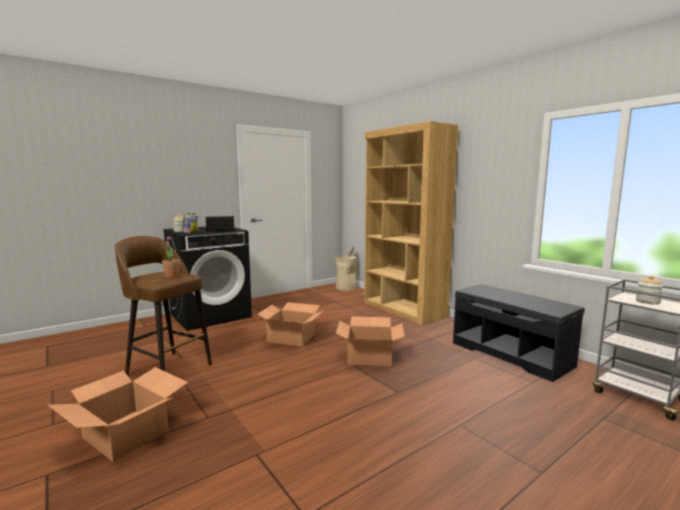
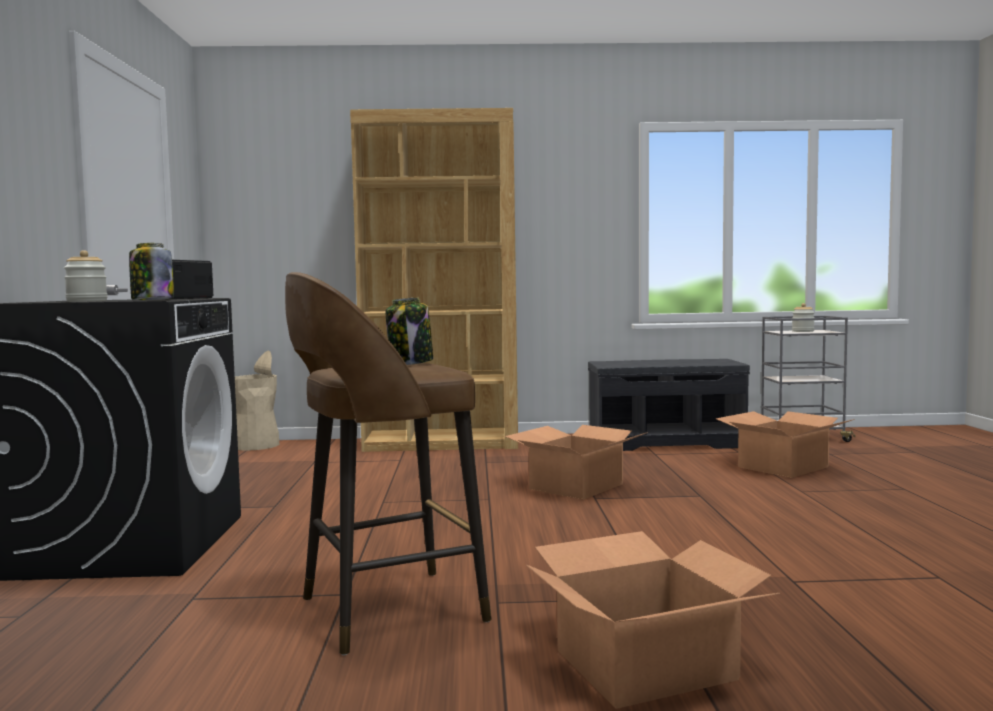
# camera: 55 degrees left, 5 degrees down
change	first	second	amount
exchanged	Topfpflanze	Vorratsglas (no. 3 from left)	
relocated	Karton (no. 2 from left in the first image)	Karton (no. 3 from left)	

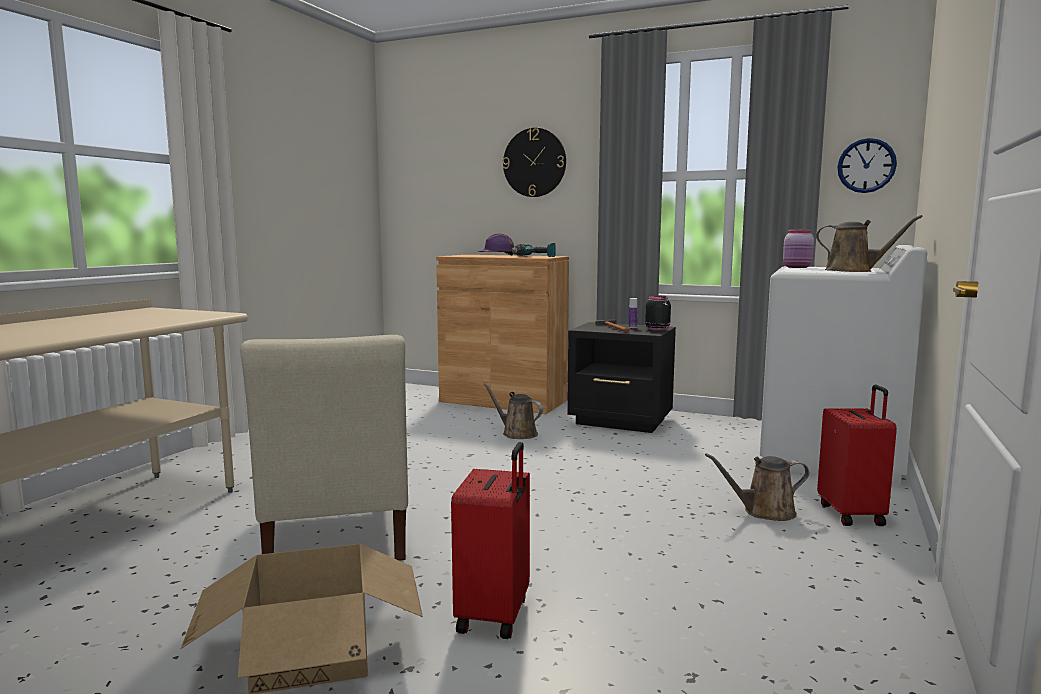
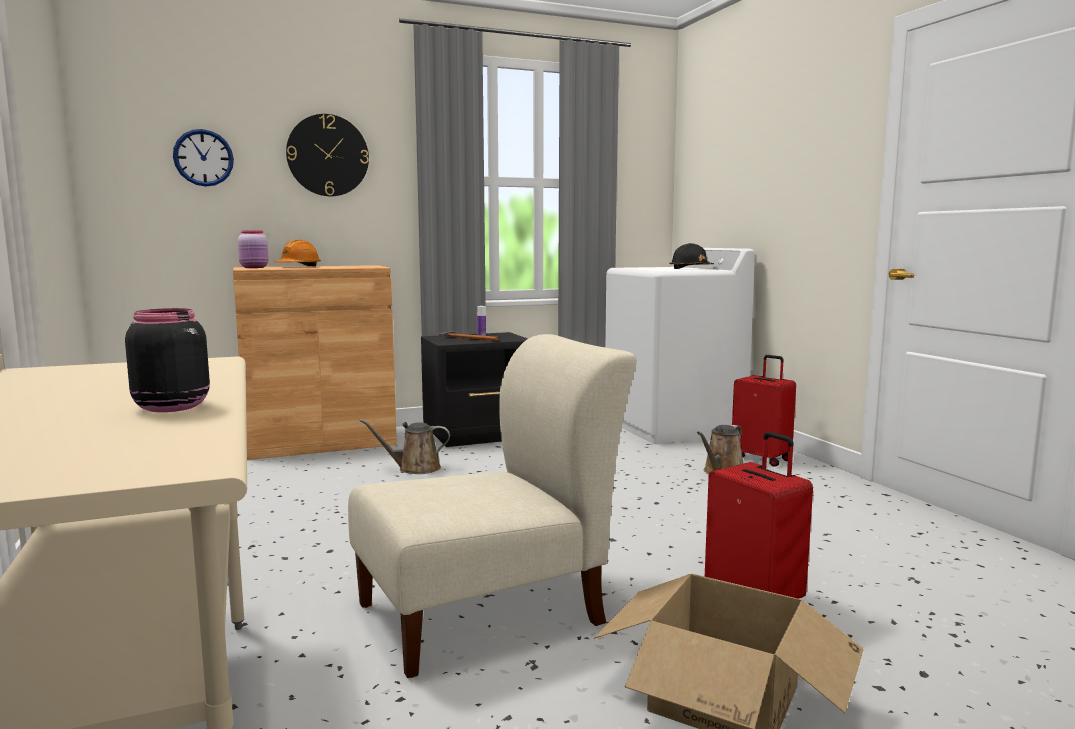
# camera: 45 degrees left, 0 degrees up
change	first	second	amount
spun	Stuhl (beige)		60 degrees counterclockwise
colour	Schutzhelm (lila)	Schutzhelm (orange)	
missing	Bohrmaschine		
relocated	Vorratsglas (schwarz)		
relocated	Vorratsglas (rosa)		
exchanged	Gießkanne (braun) (no. 3 from left)	Schutzhelm (schwarz)	
relocated	Wanduhr (no. 2 from left in the first image)	Wanduhr (no. 1 from left)	

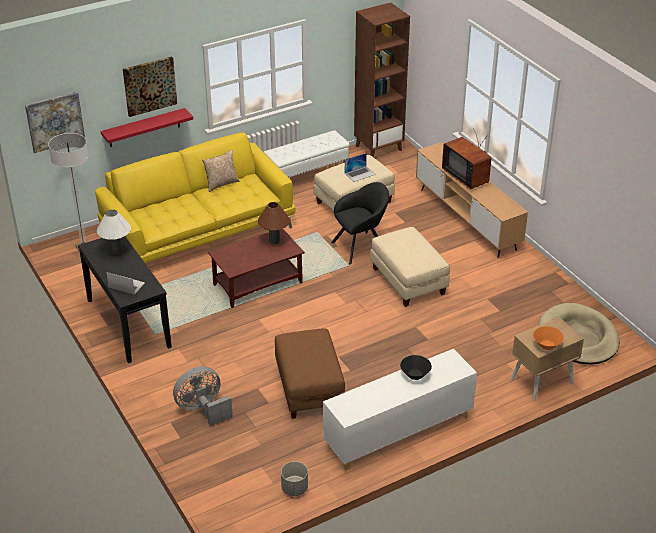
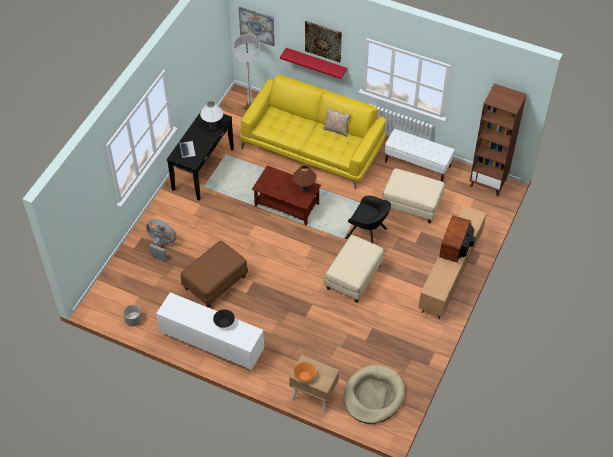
# camera: 55 degrees right, 15 degrees up
change	first	second	amount
missing	Laptop (no. 2 from left)		

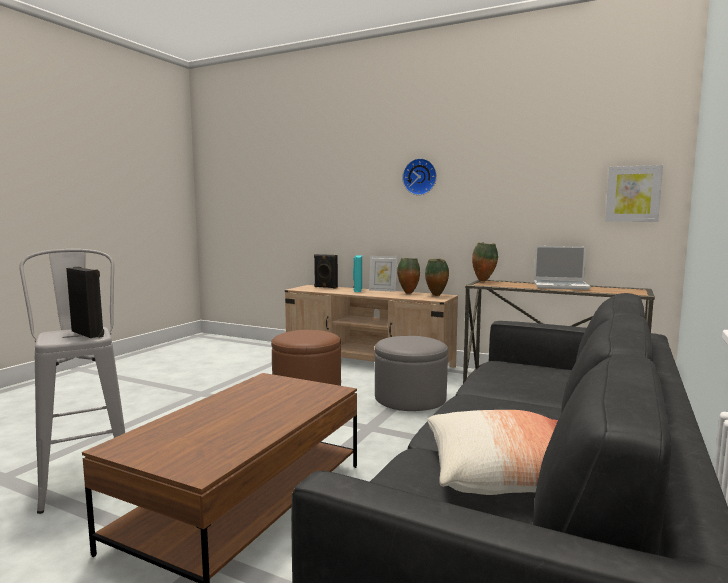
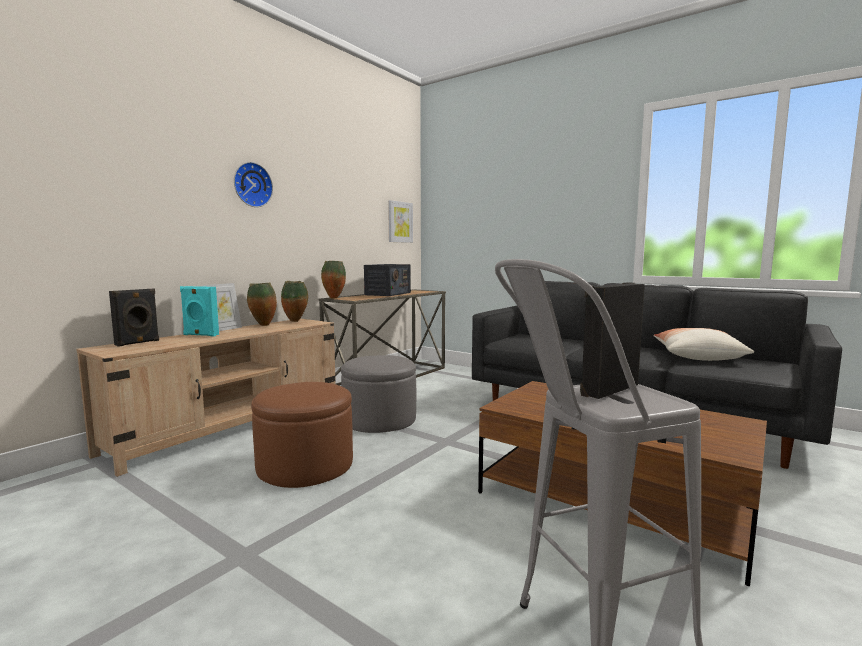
# camera: 80 degrees left, 0 degrees up
change	first	second	amount
exchanged	Laptop	Radio	

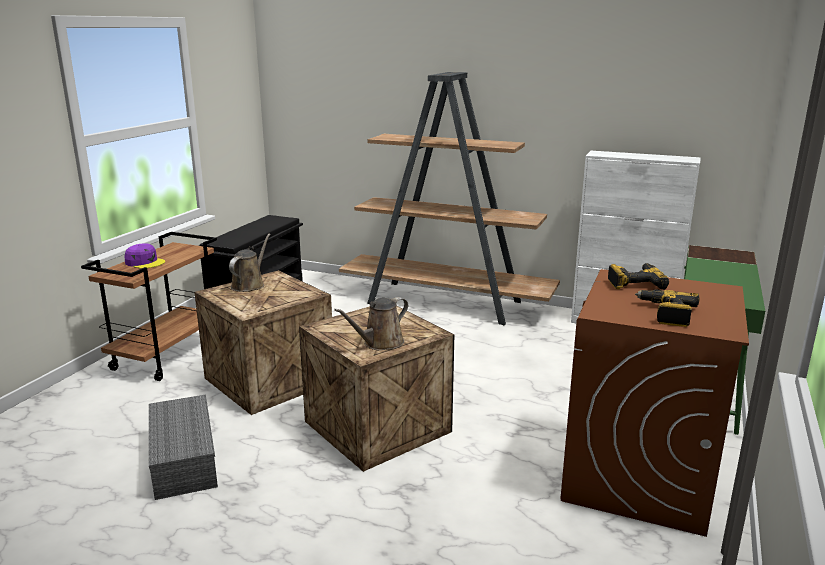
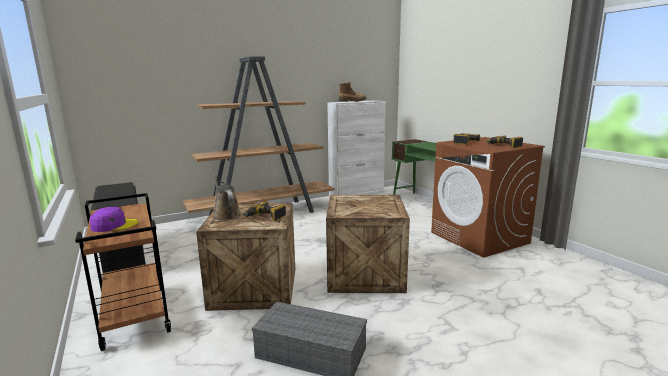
# camera: 50 degrees left, 5 degrees down
change	first	second	amount
missing	Gießkanne (braun) (no. 2 from left)		
appeared		Bohrmaschine (no. 1 from left)	
appeared		Stiefel	

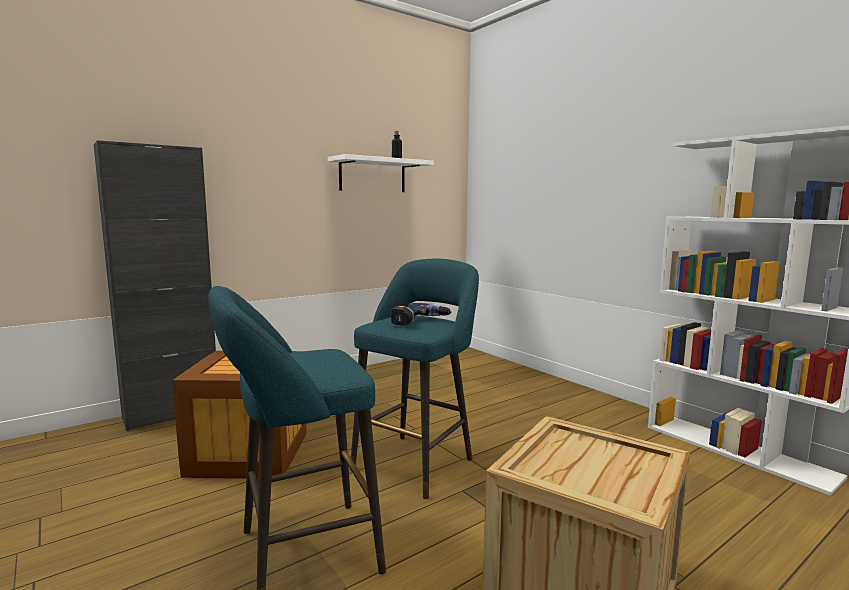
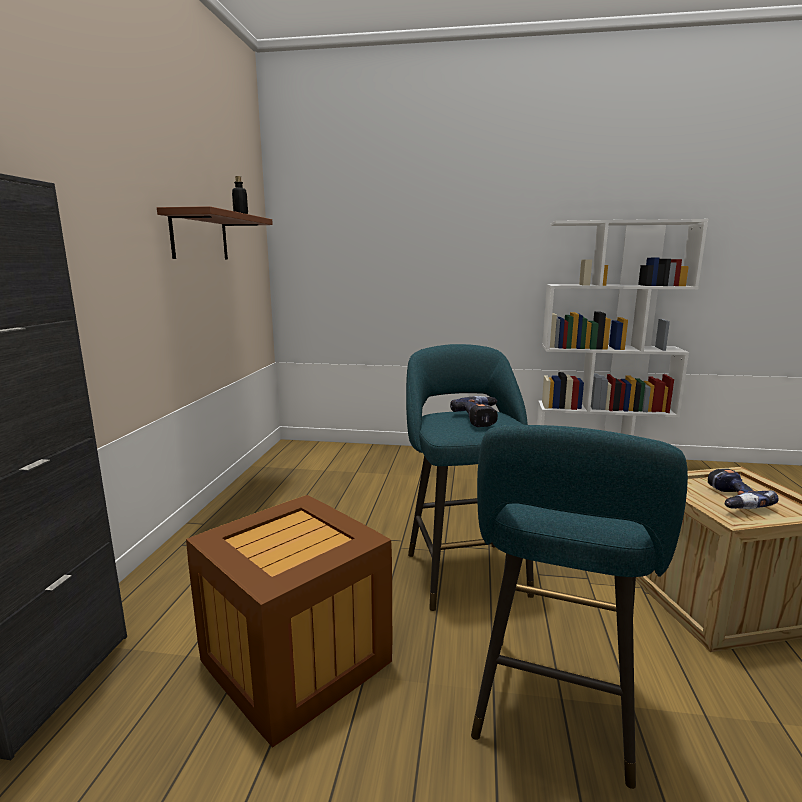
# camera: 45 degrees left, 5 degrees up
change	first	second	amount
colour	Wandregal (weiß)	Wandregal (braun)	
appeared		Bohrmaschine (no. 2 from left)	

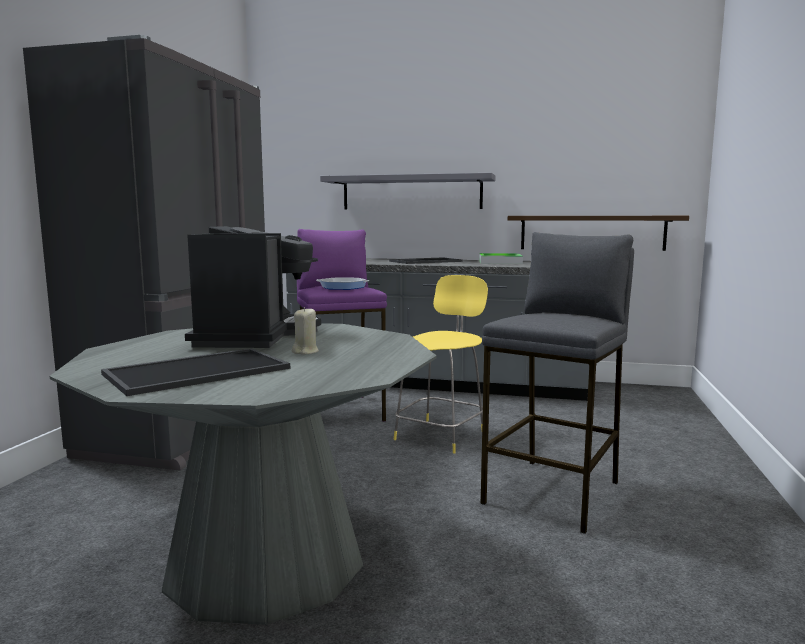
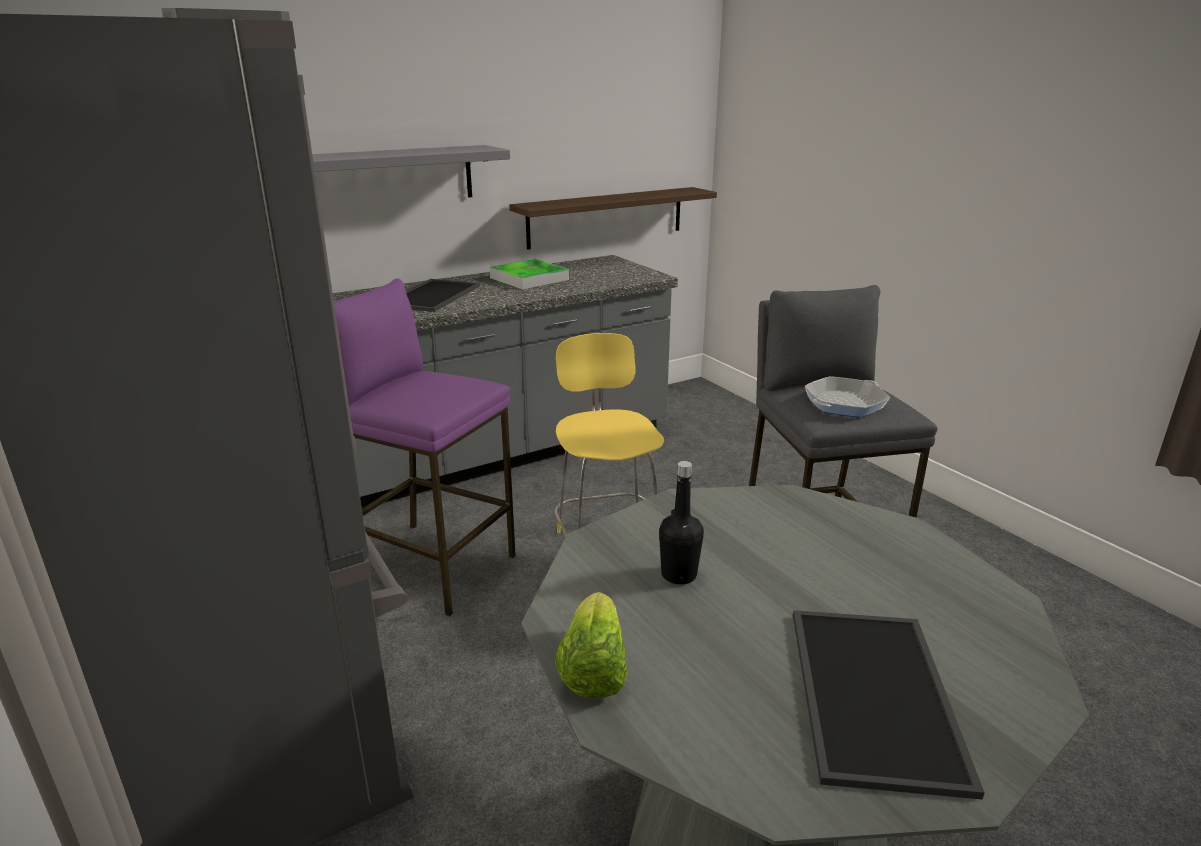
# camera: 45 degrees left, 15 degrees up
change	first	second	amount
exchanged	Kaffeemaschine	Flasche (schwarz)	
missing	Kerze (beige)		
relocated	Pfanne		
appeared		Salatkopf	

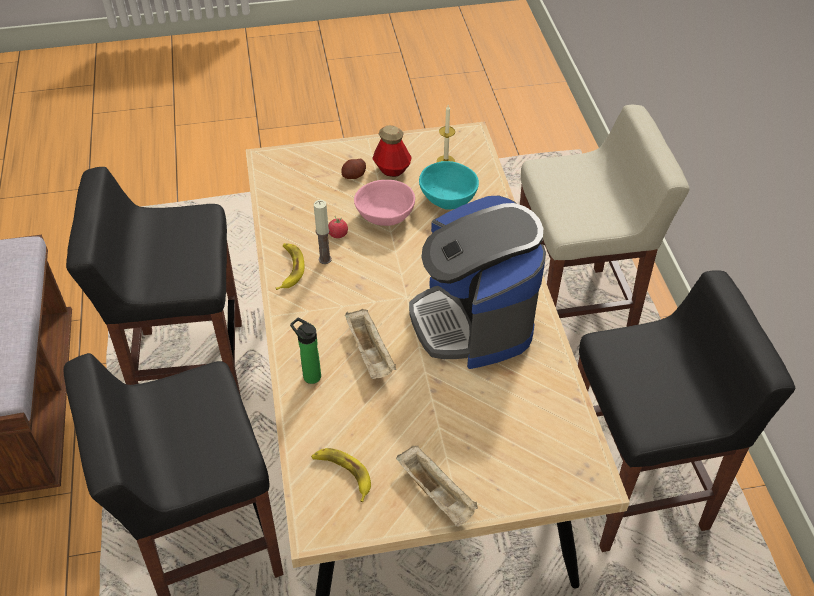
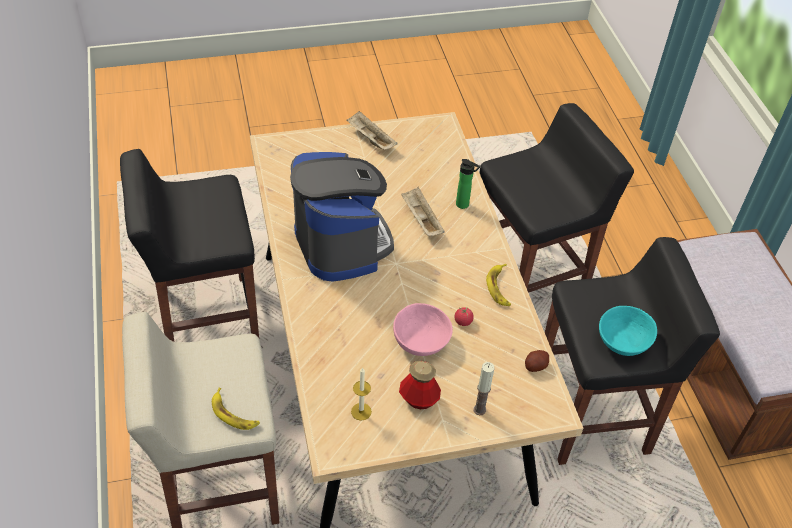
# camera: 175 degrees right, 0 degrees up
change	first	second	amount
relocated	Banane (no. 2 from left in the first image)	Banane (no. 1 from left)	
relocated	Kerze (no. 1 from left in the first image)	Kerze (no. 2 from left)	
relocated	Kartoffel		
relocated	Schüssel (türkis)		

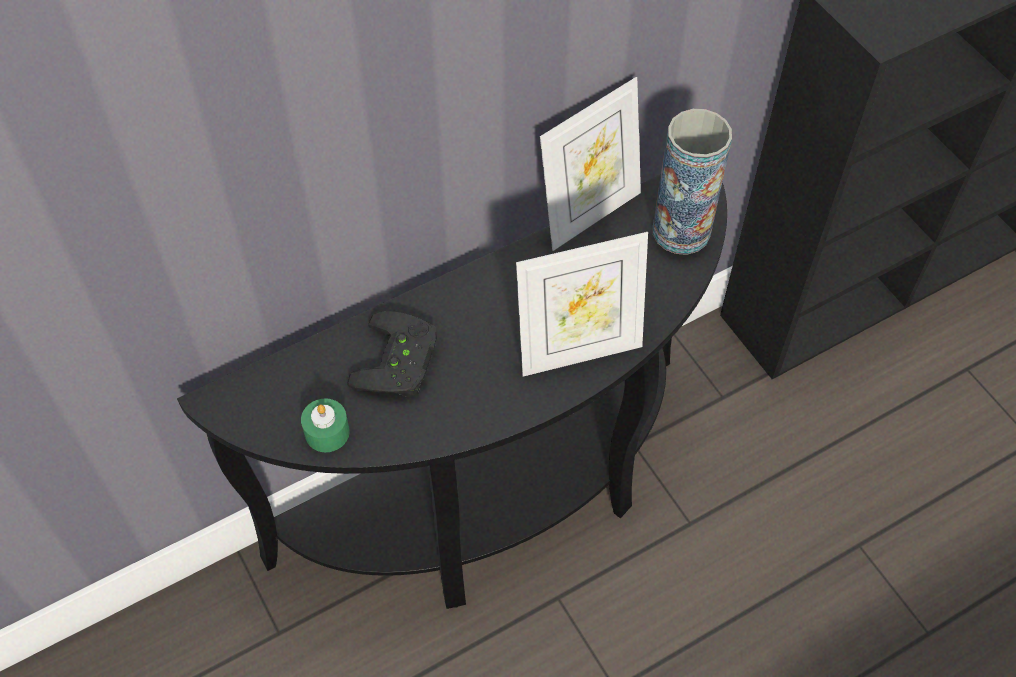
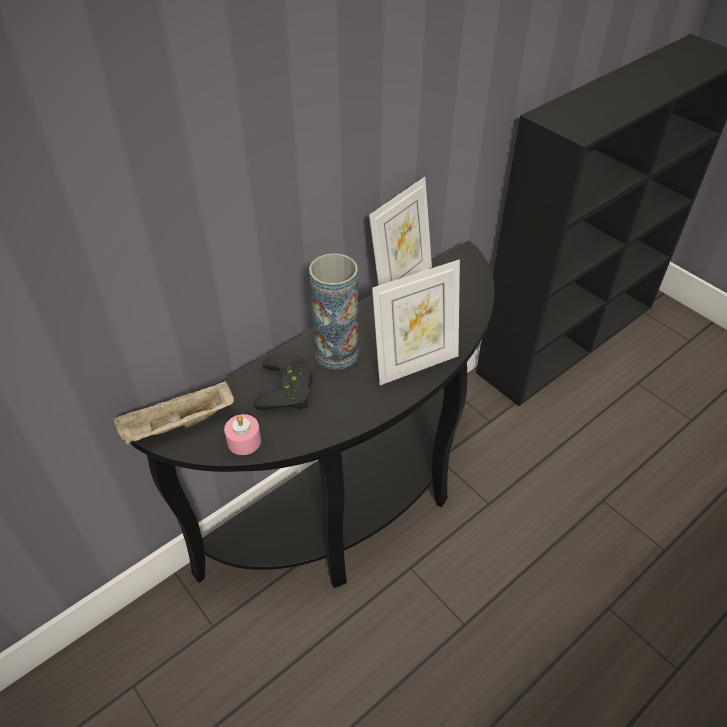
# camera: 10 degrees left, 10 degrees down
change	first	second	amount
colour	Kerze (grün)	Kerze (rosa)	
relocated	Vase		
appeared		Tablett (beige)	

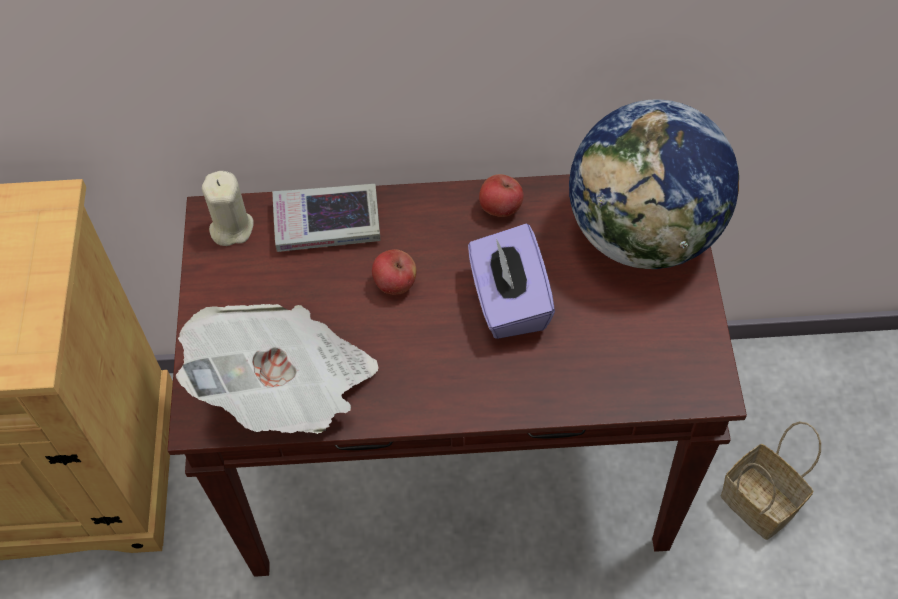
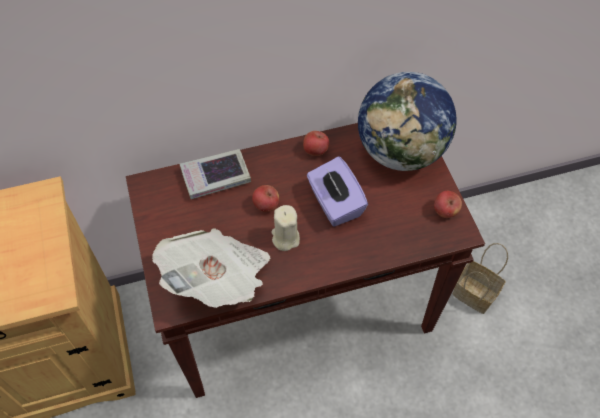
# camera: 15 degrees left, 0 degrees up
change	first	second	amount
relocated	Kerze (beige)		
appeared		Apfel (no. 3 from left)	

